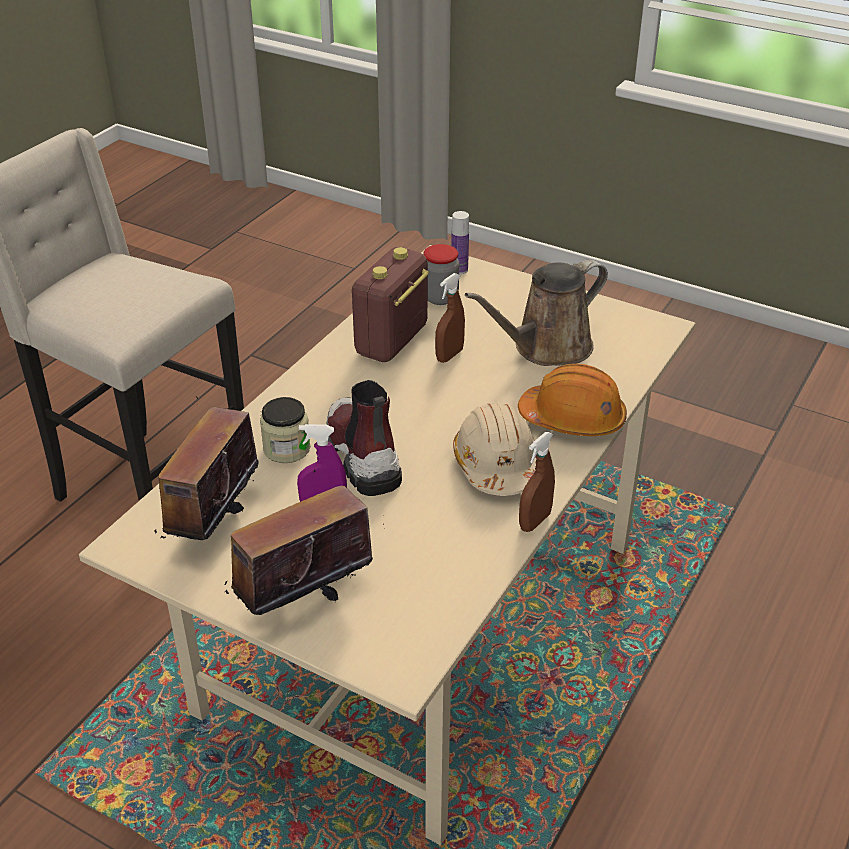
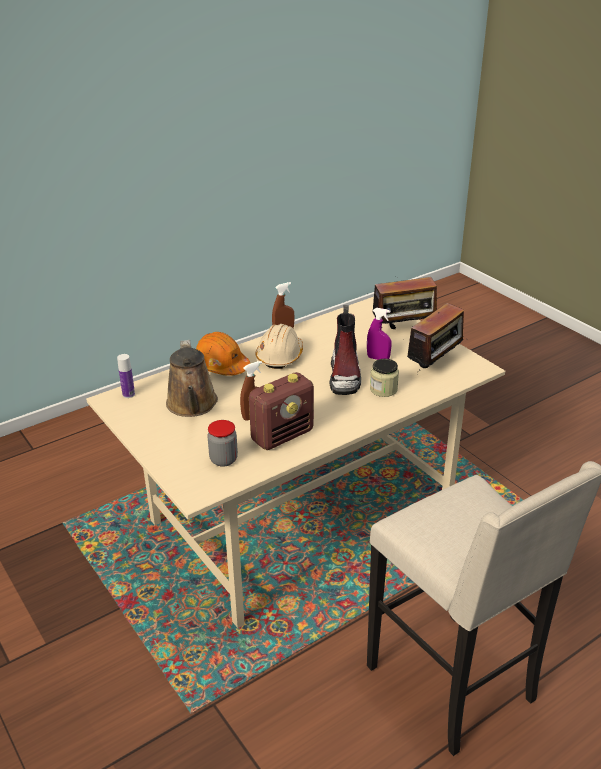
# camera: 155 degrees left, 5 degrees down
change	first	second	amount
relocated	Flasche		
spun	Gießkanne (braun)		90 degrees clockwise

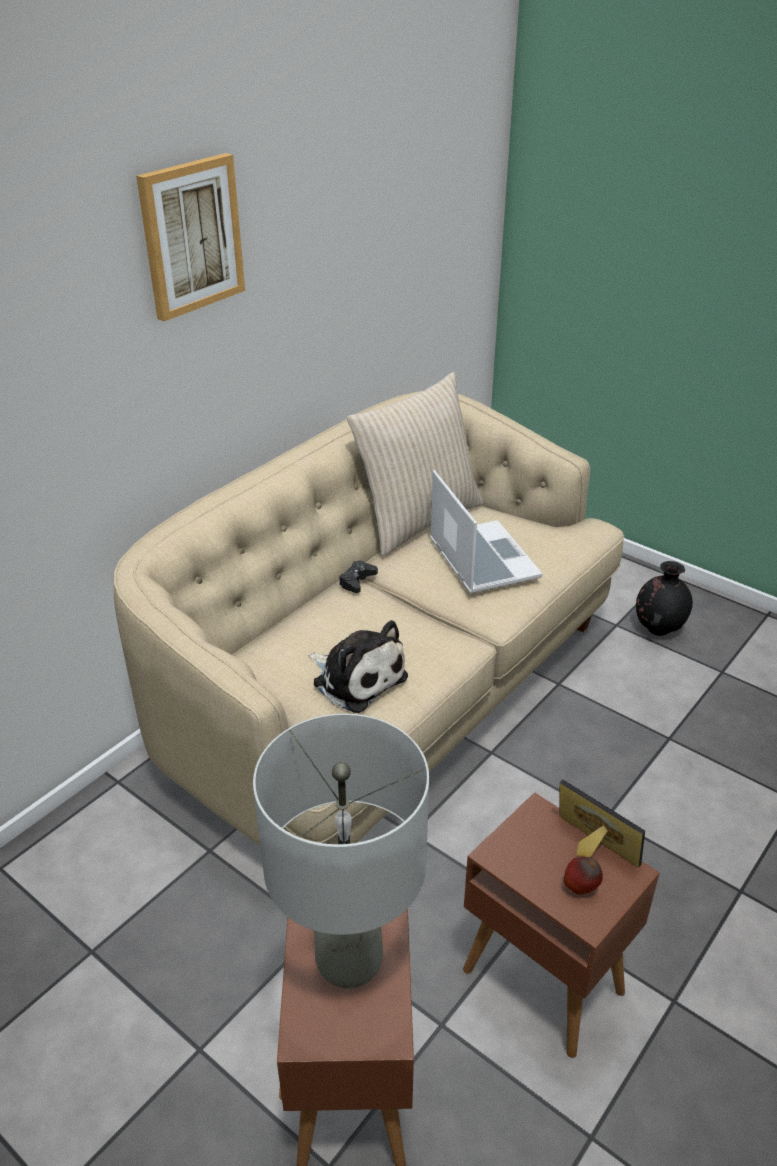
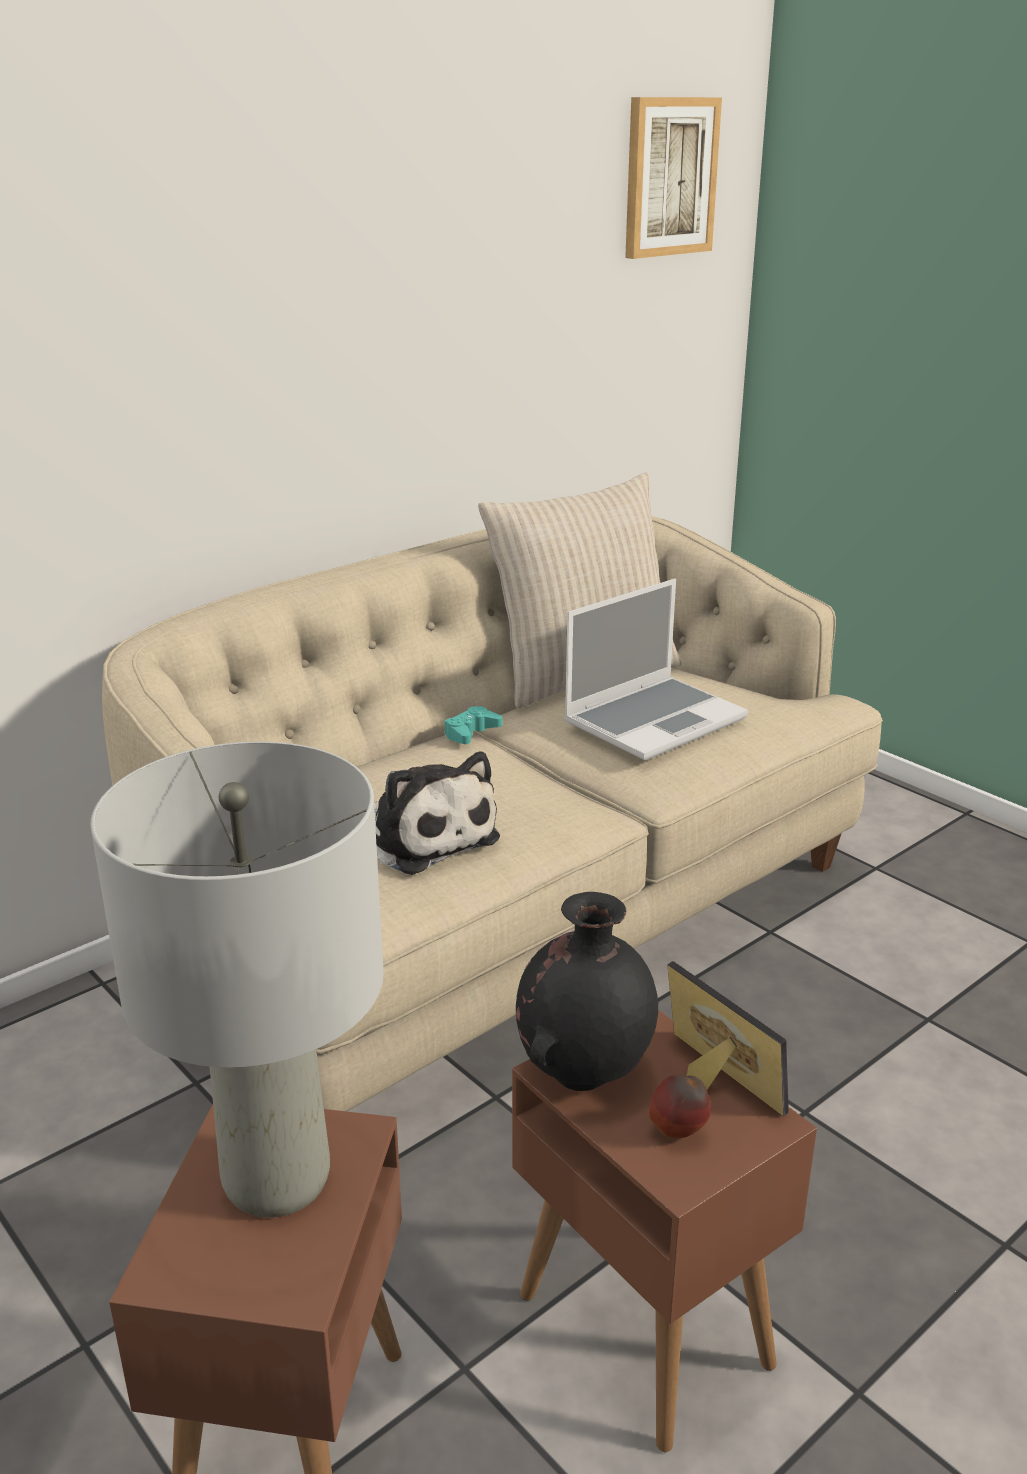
# camera: 10 degrees right, 10 degrees down
change	first	second	amount
relocated	Bild		
colour	Gamepad (schwarz)	Gamepad (türkis)	
spun	Laptop		60 degrees clockwise
relocated	Vase (schwarz)		

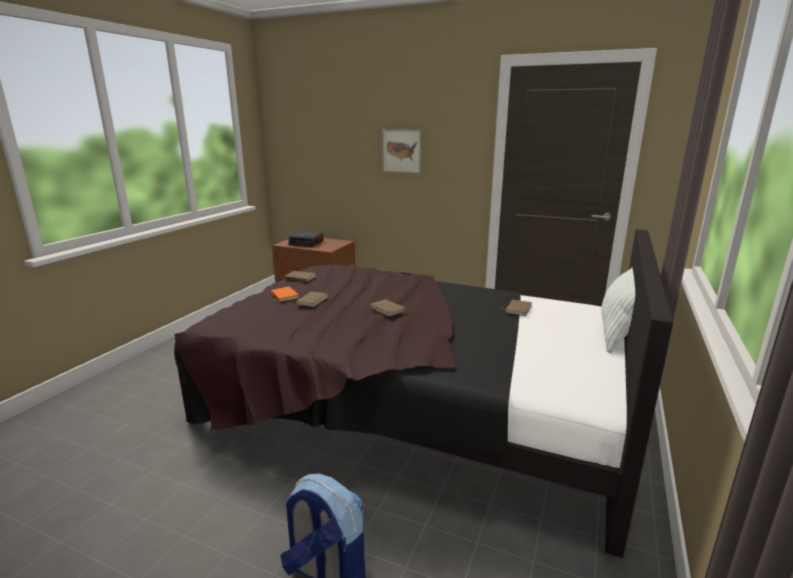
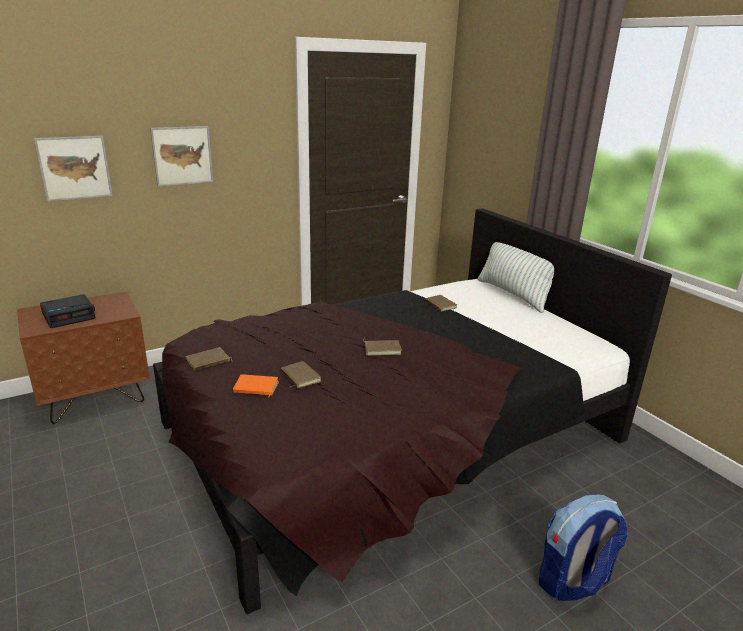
# camera: 55 degrees left, 5 degrees up
change	first	second	amount
appeared		Bild (no. 1 from left)	

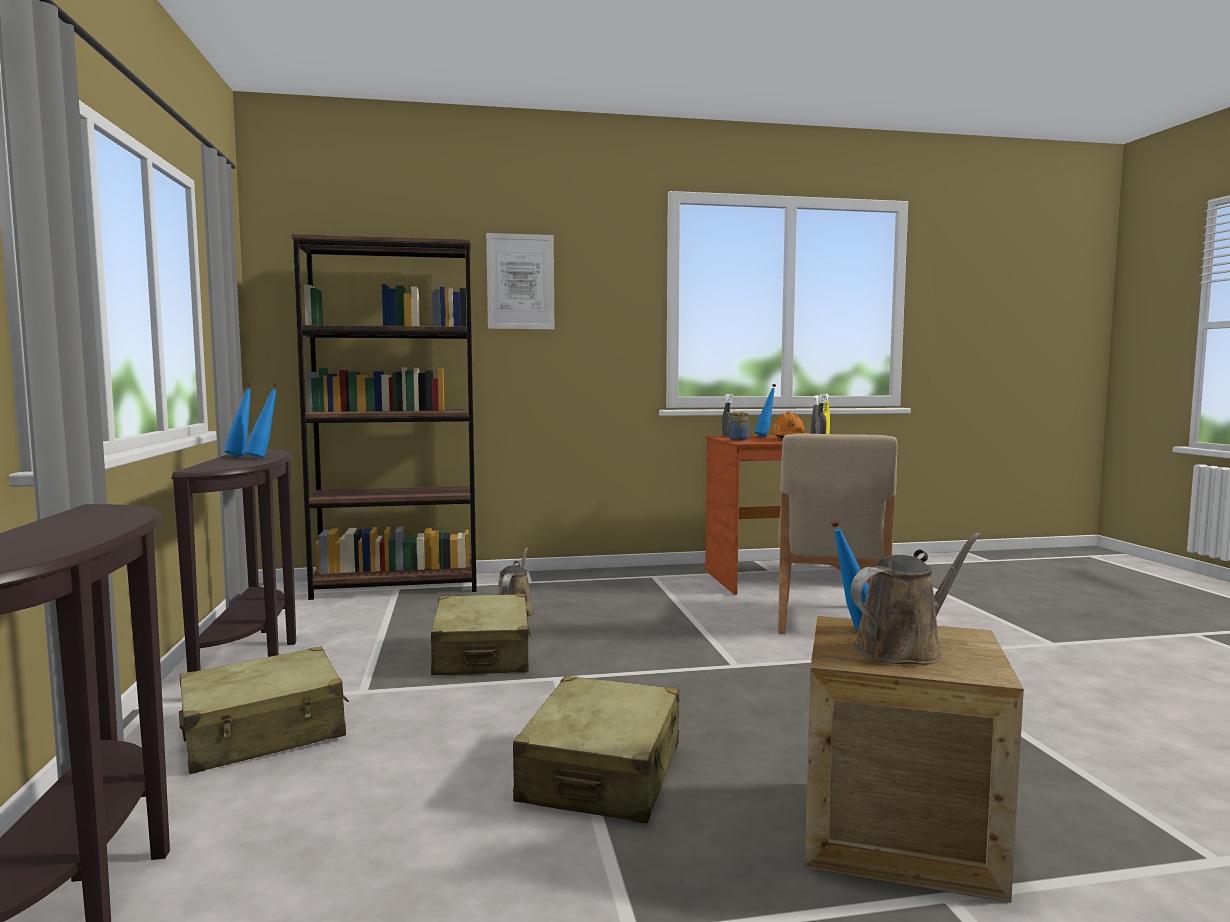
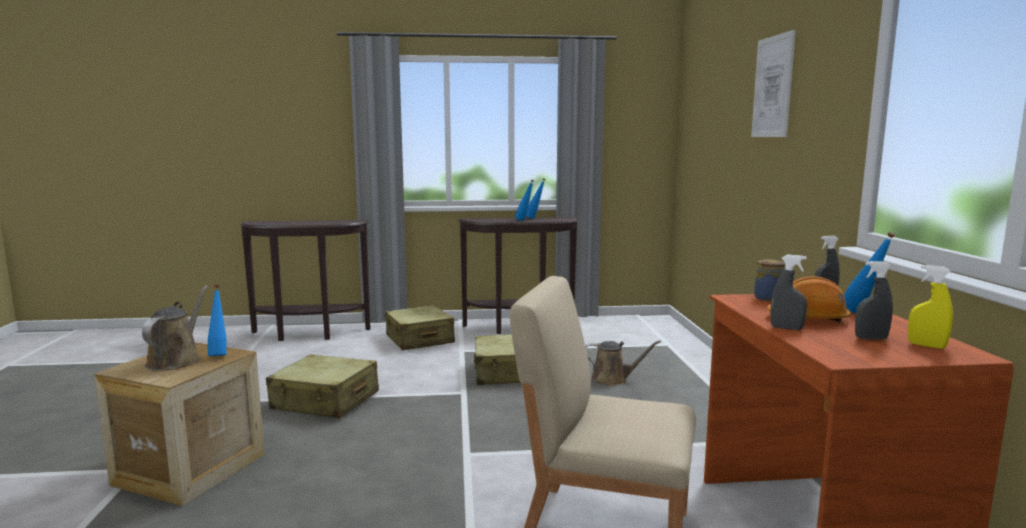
# camera: 95 degrees right, 5 degrees up
change	first	second	amount
missing	Bücherregal (braun)		
spun	Gießkanne (braun) (no. 2 from left in the first image)	Gießkanne (braun) (no. 1 from left)	150 degrees counterclockwise

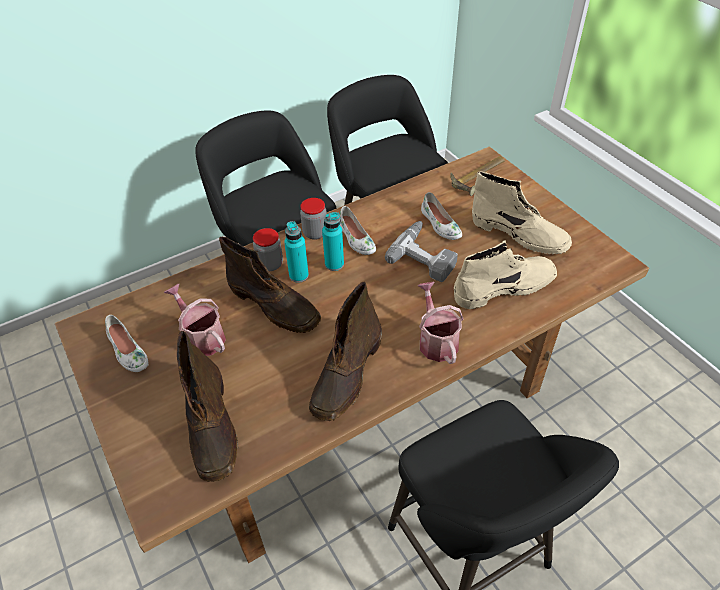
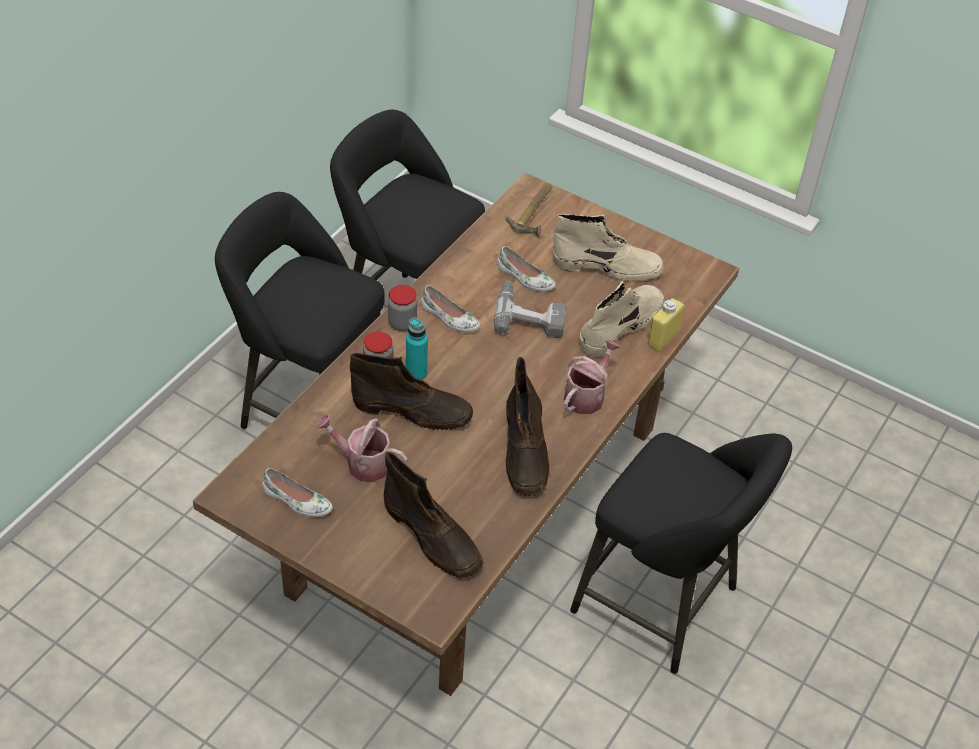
# camera: 30 degrees left, 0 degrees up
change	first	second	amount
missing	Flasche (türkis) (no. 2 from left)		
spun	Gießkanne (no. 2 from left)		75 degrees clockwise
appeared		Flasche (gelb)	

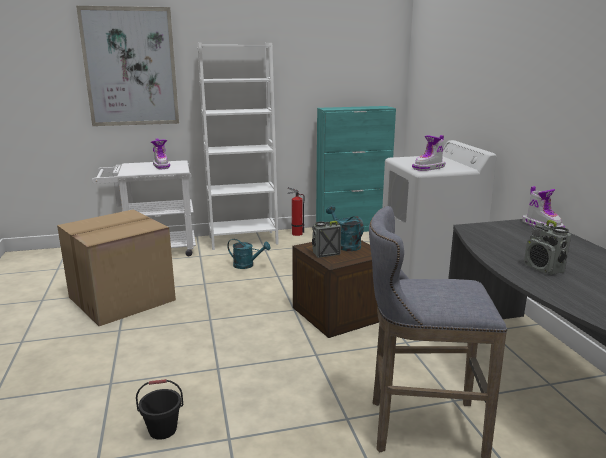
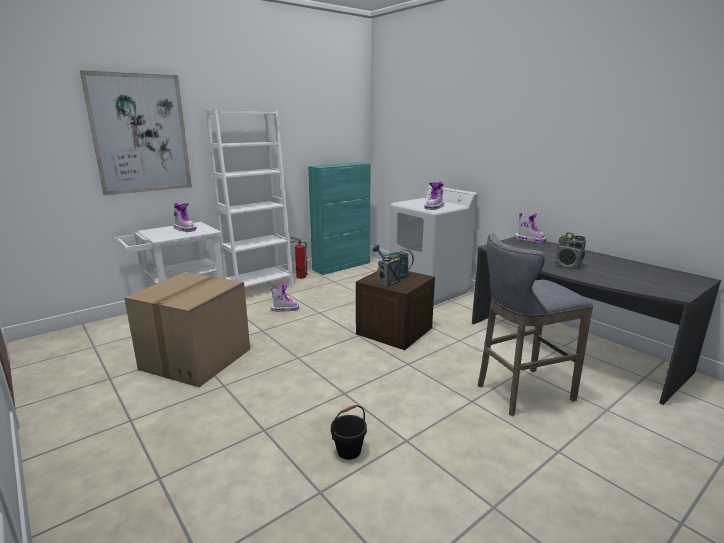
# camera: 25 degrees left, 0 degrees up
change	first	second	amount
exchanged	Gießkanne (türkis) (no. 1 from left)	Stiefel (no. 2 from left)	

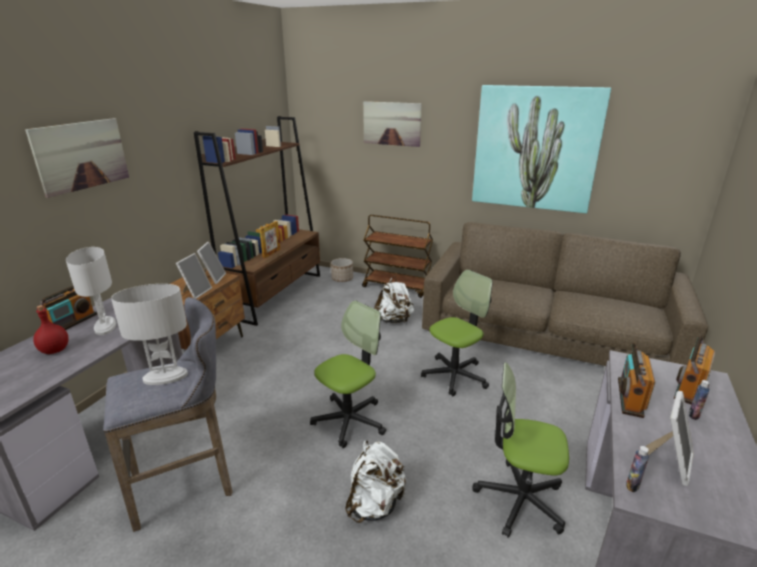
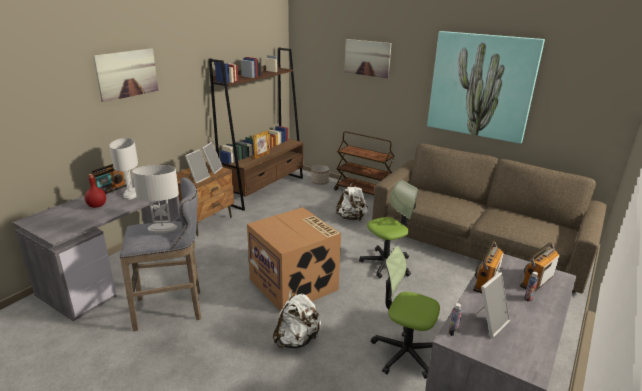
# camera: 10 degrees right, 0 degrees up
change	first	second	amount
exchanged	Bürostuhl (no. 1 from left)	Karton	

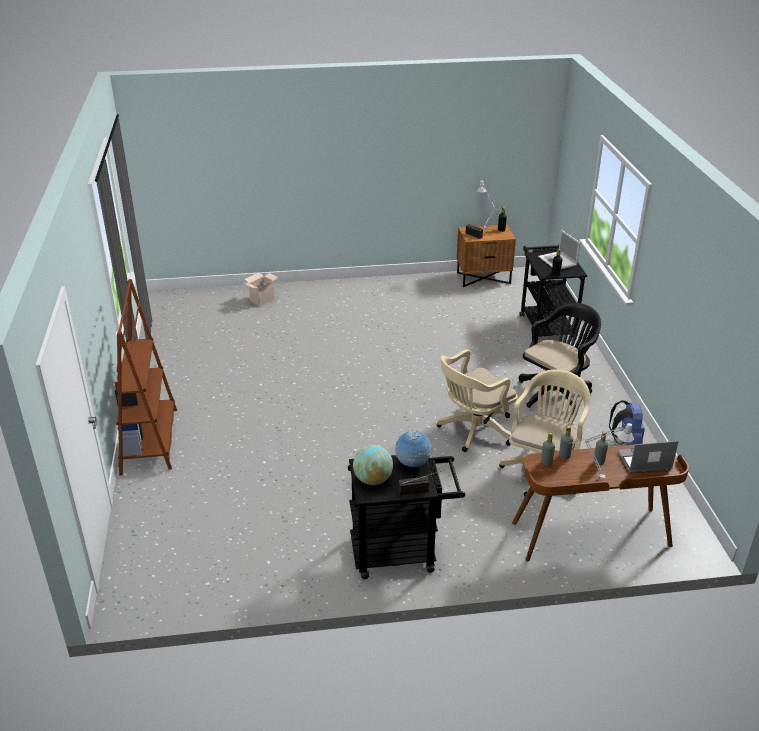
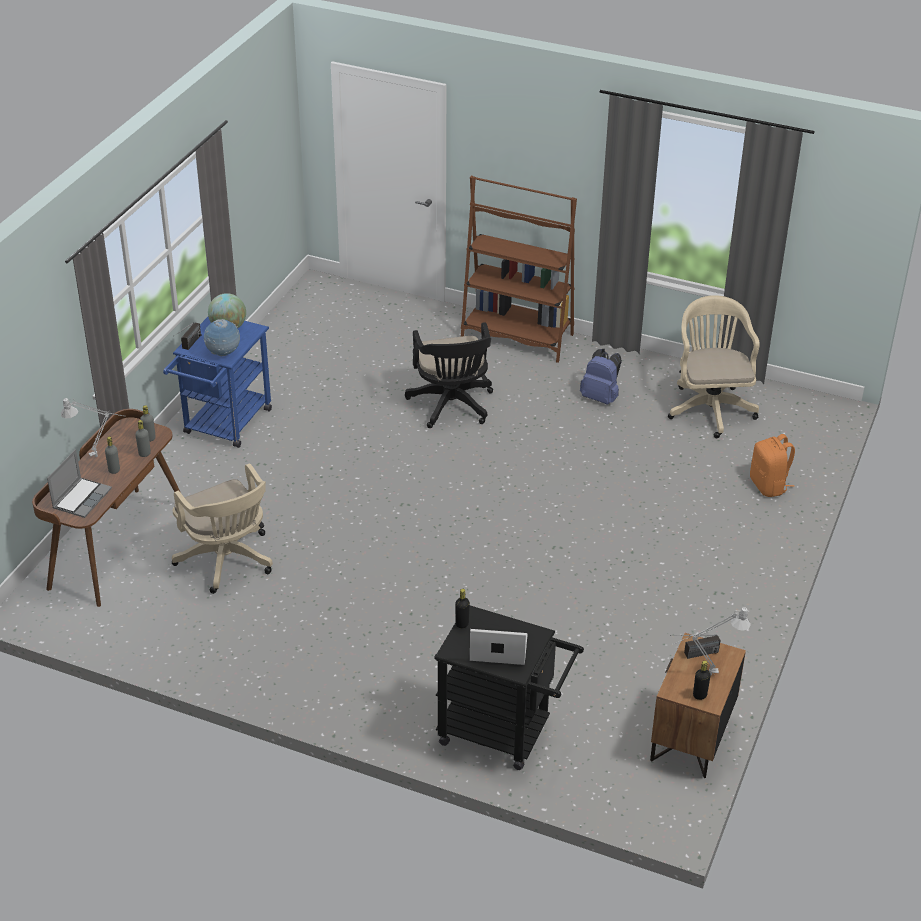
# camera: 120 degrees right, 5 degrees up
change	first	second	amount
exchanged	Karton	Rucksack (orange)	
colour	Rollwagen (schwarz) (no. 1 from left)	Rollwagen (blau)	
relocated	Bürostuhl (beige) (no. 1 from left in the first image)	Bürostuhl (beige) (no. 2 from left)	
relocated	Bürostuhl (schwarz)		
relocated	Rucksack (blau)		

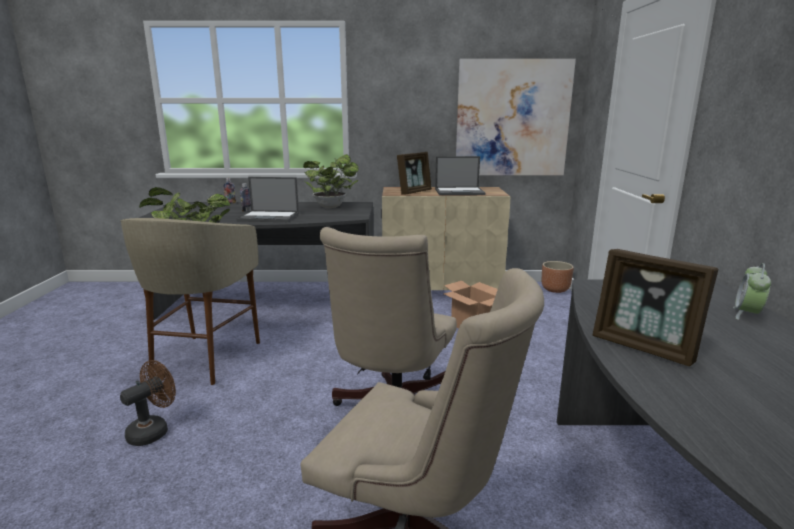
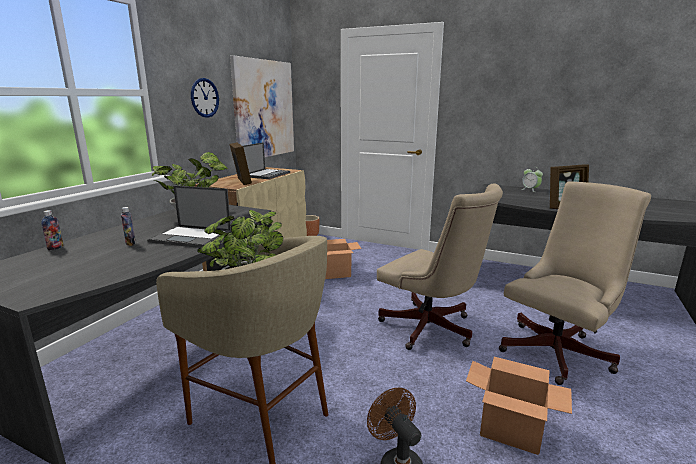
# camera: 65 degrees left, 0 degrees up
change	first	second	amount
spun	Laptop (no. 1 from left)		75 degrees clockwise
appeared		Wanduhr	
appeared		Karton (no. 2 from left)	

